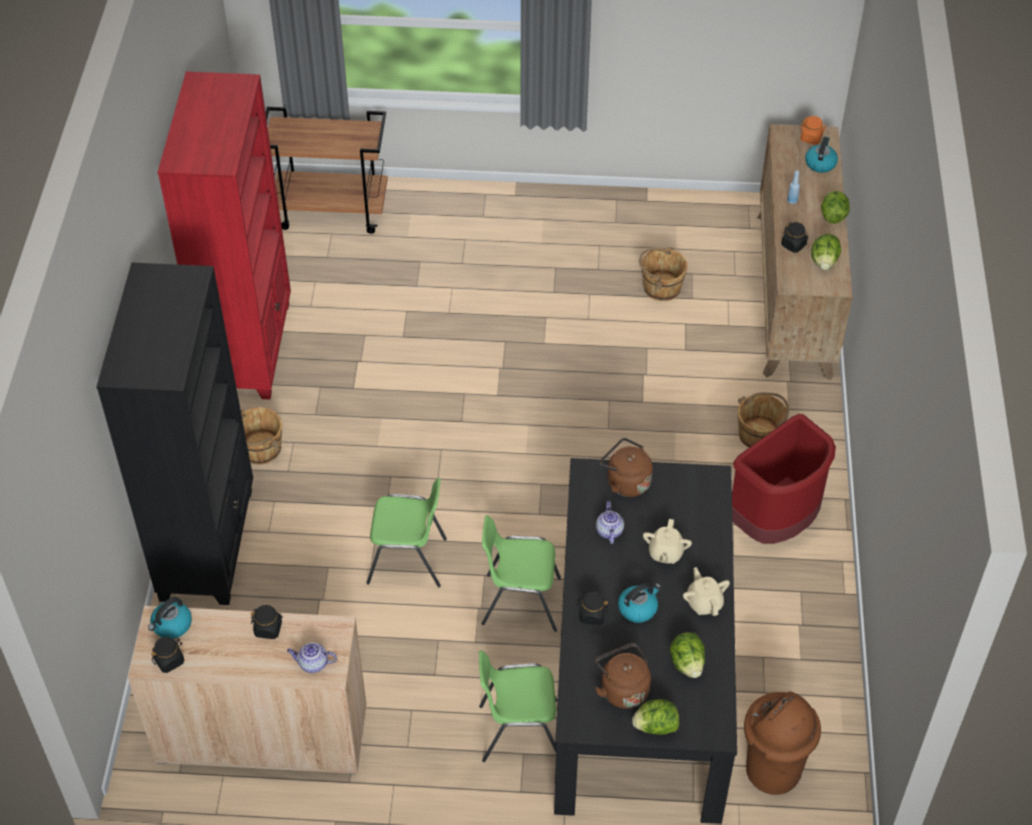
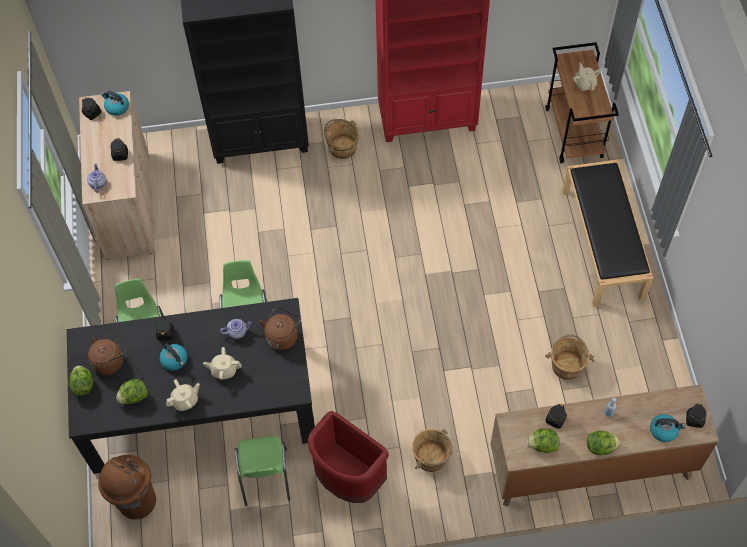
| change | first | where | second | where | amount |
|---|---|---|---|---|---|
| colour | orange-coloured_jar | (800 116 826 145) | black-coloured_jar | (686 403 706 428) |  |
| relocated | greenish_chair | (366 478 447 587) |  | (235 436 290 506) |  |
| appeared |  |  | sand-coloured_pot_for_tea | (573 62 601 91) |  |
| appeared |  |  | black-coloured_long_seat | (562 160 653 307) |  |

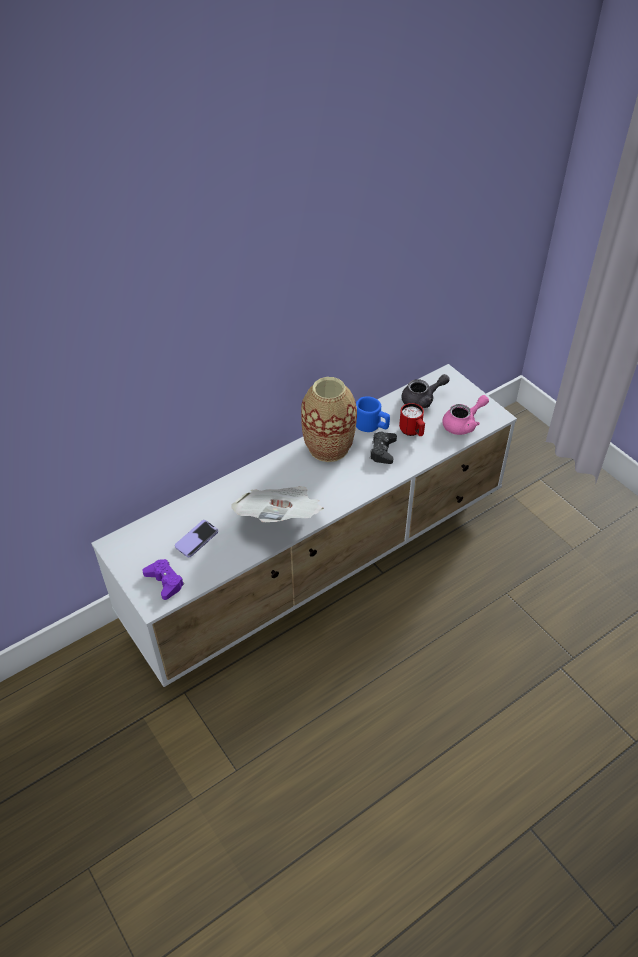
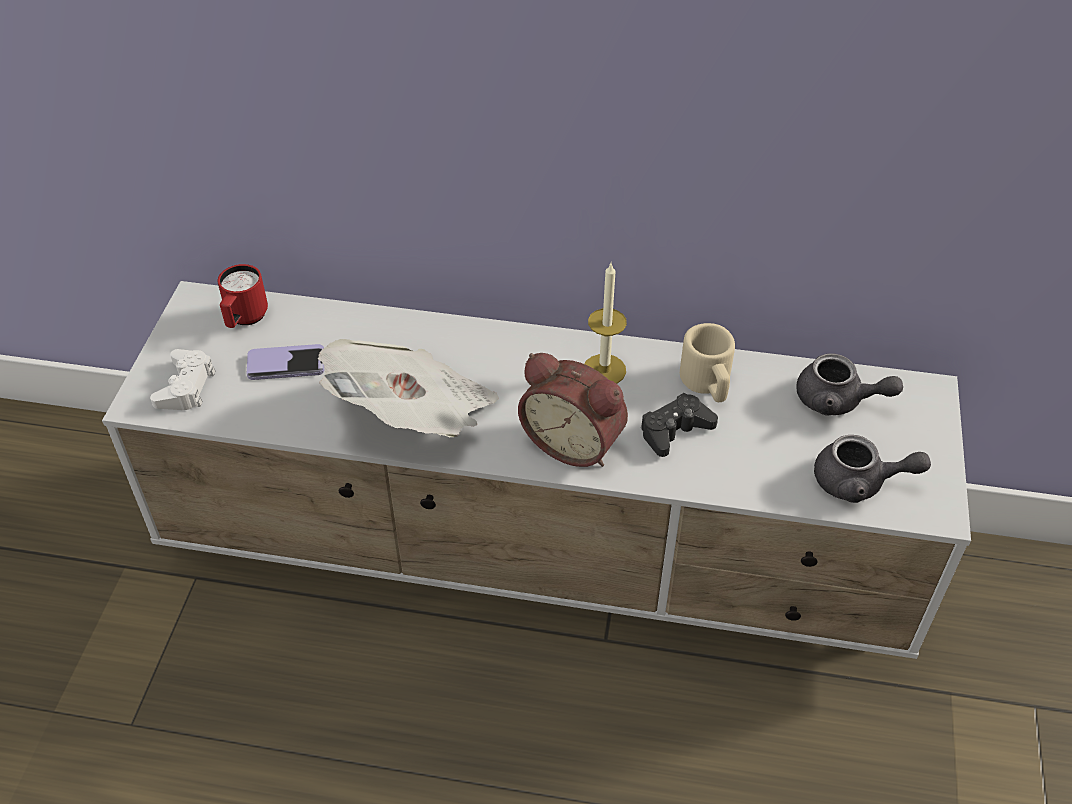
| change | first | where | second | where | amount |
|---|---|---|---|---|---|
| exchanged | decorative_vase | (301 377 357 462) | wax_candle | (584 263 627 384) |  |
| colour | pink_pot_for_tea | (442 395 489 435) | greyish_pot_for_tea | (814 435 931 503) |  |
| colour | bluish_mug | (356 396 390 432) | sand-coloured_mug | (680 323 735 402) |  |
| relocated | red_mug | (399 403 425 436) |  | (218 264 268 328) |  |
| colour | purplish_game_controller | (142 559 184 600) | white-coloured_game_controller | (150 349 216 410) |  |
| appeared |  |  | table_clock | (518 353 628 467) |  |

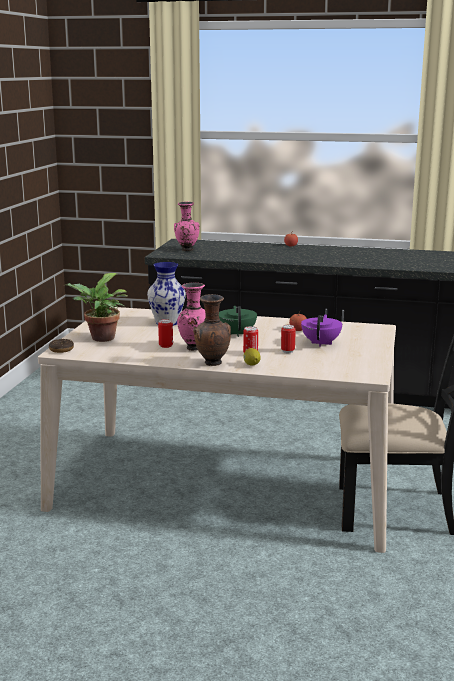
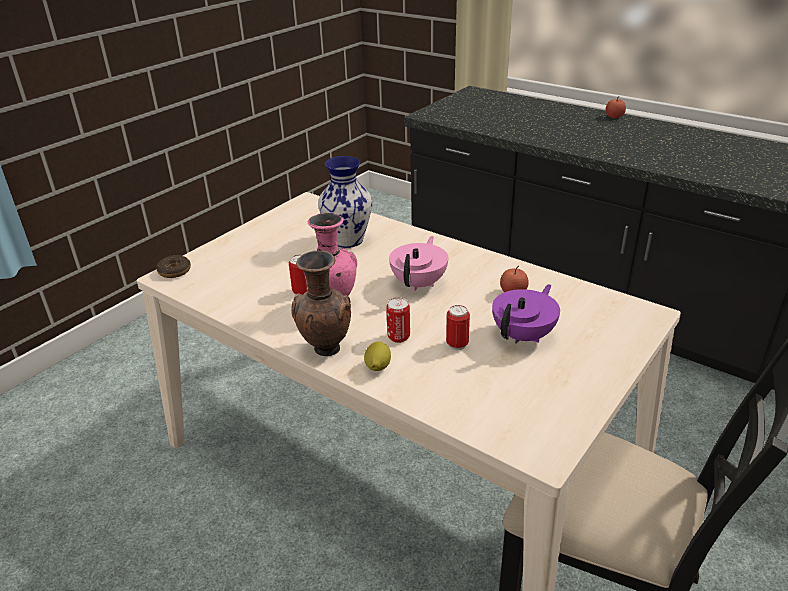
| change | first | where | second | where | amount |
|---|---|---|---|---|---|
| missing | pink_decorative_vase | (174 202 200 251) |  |  |  |
| missing | plant_in_a_pot | (63 273 128 342) |  |  |  |
| colour | greenish_pot_for_tea | (219 306 257 337) | pink_pot_for_tea | (389 236 448 291) |  |

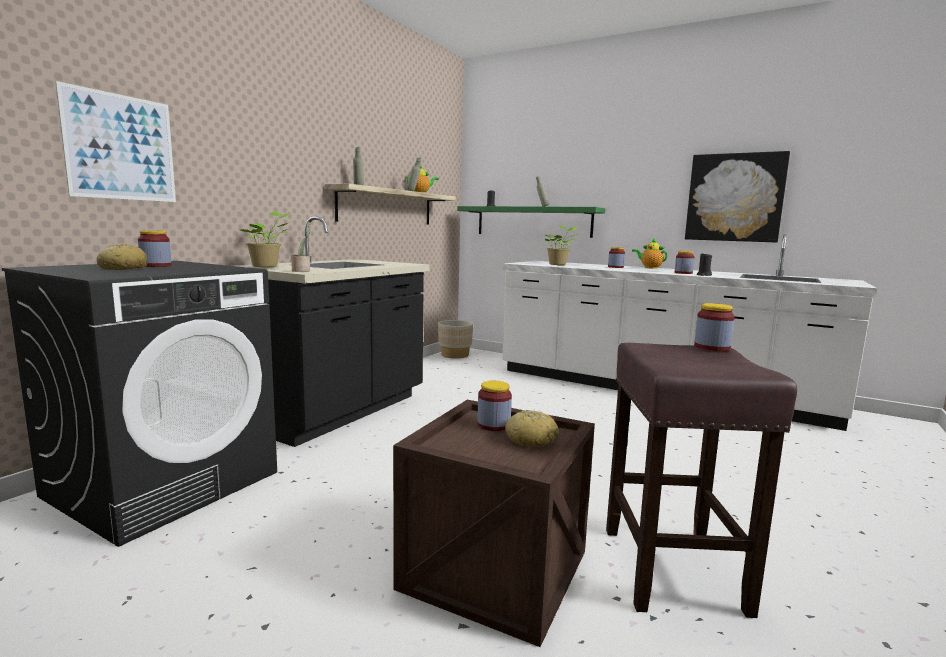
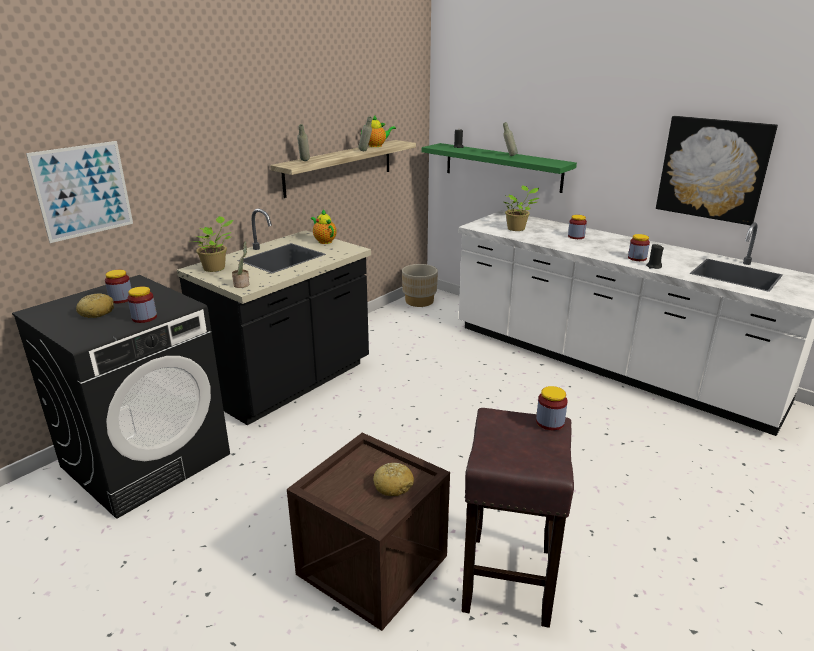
| change | first | where | second | where | amount |
|---|---|---|---|---|---|
| relocated | pot_for_tea | (632 238 668 269) |  | (311 209 337 244) |  |
| relocated | jar | (477 381 512 431) |  | (127 287 157 323) |  |

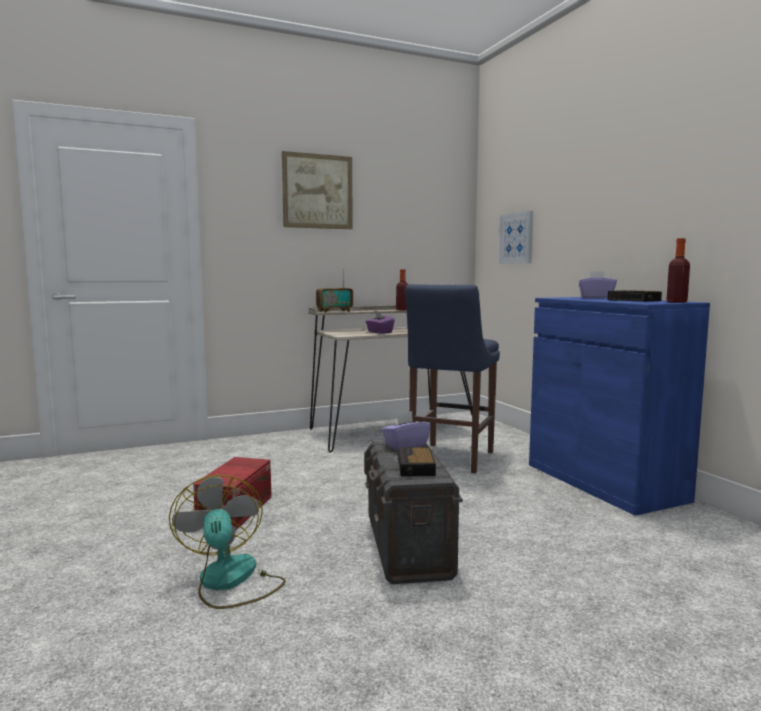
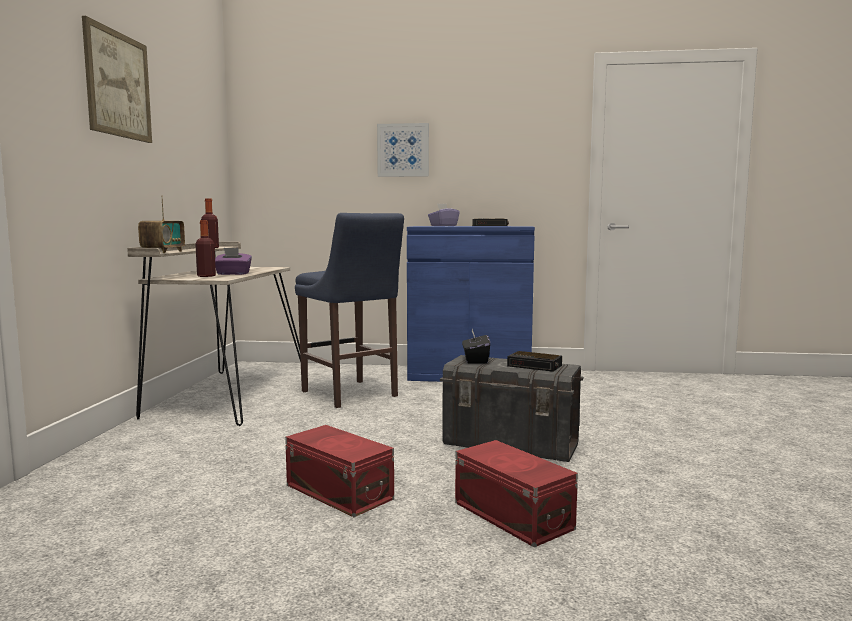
| change | first | where | second | where | amount |
|---|---|---|---|---|---|
| relocated | picture | (499 211 533 264) |  | (377 123 429 177) |  |
| relocated | bottle | (666 238 690 303) |  | (195 220 216 277) |  |
| colour | purplish_tissue_holder | (382 411 431 450) | black-coloured_tissue_holder | (462 329 490 363) |  |
| exchanged | cooling_fan | (169 475 286 609) | red_storage_bin | (455 440 578 547) |  |

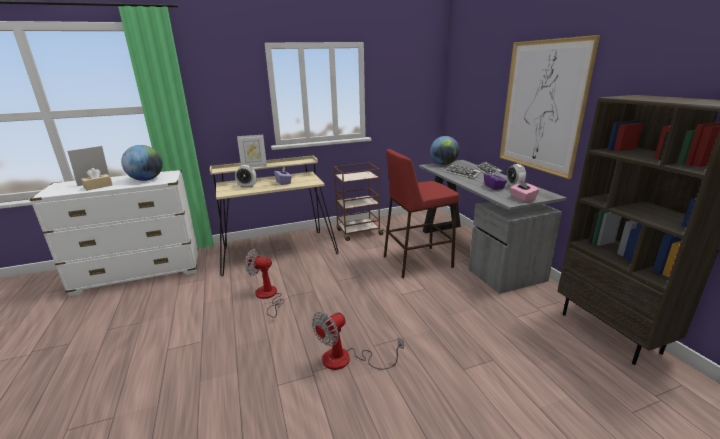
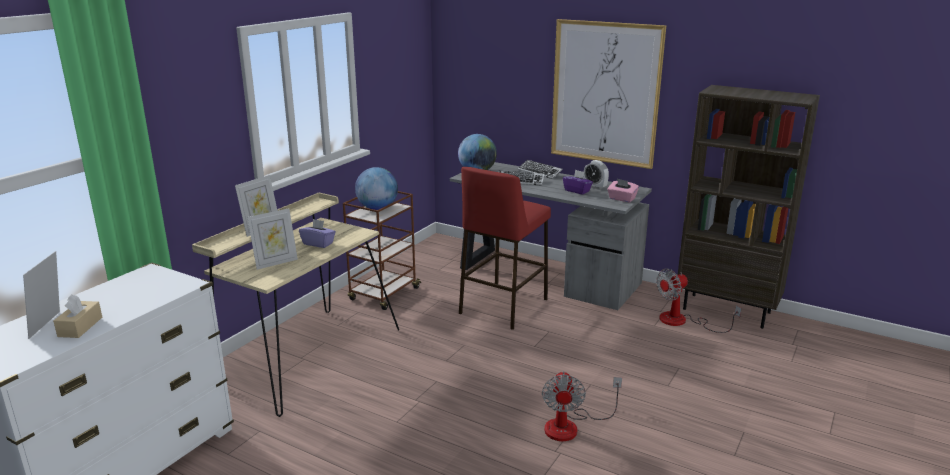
| change | first | where | second | where | amount |
|---|---|---|---|---|---|
| relocated | world_globe | (121 145 163 181) |  | (355 167 398 210) |  |
| exchanged | table_clock | (235 165 256 187) | standing_frame | (247 208 298 270) |  |
| relocated | cooling_fan | (245 249 284 318) |  | (656 269 742 333) |  |

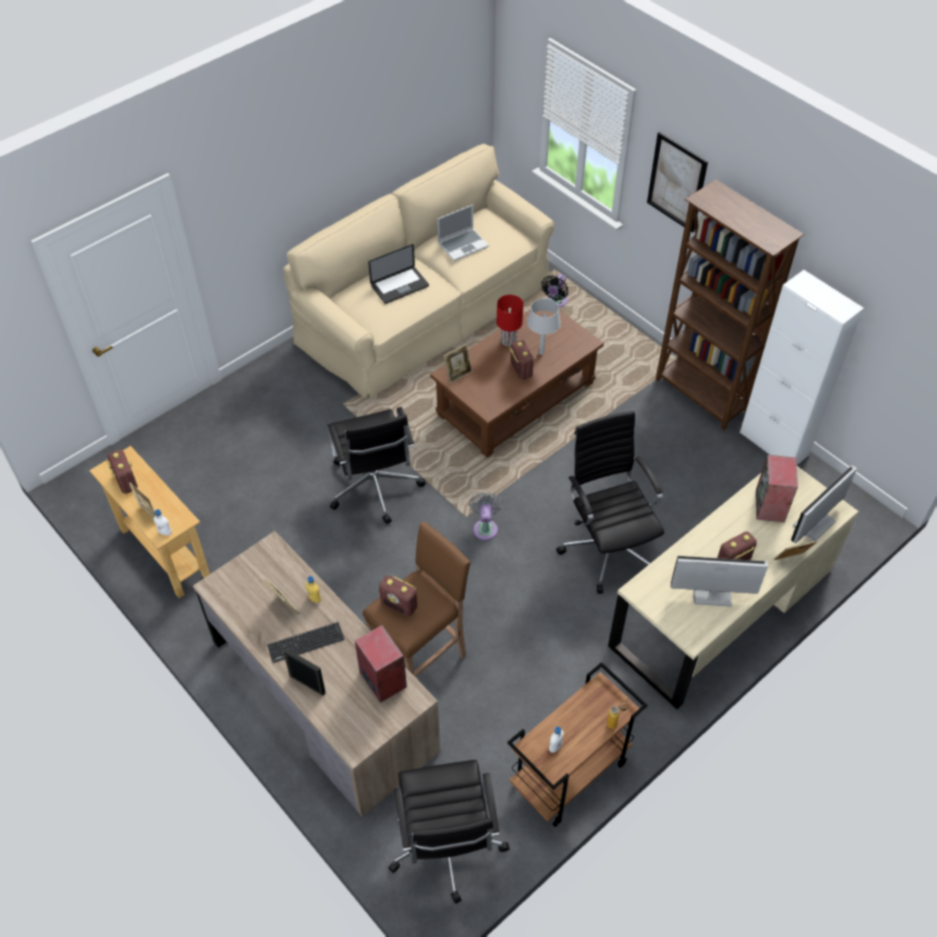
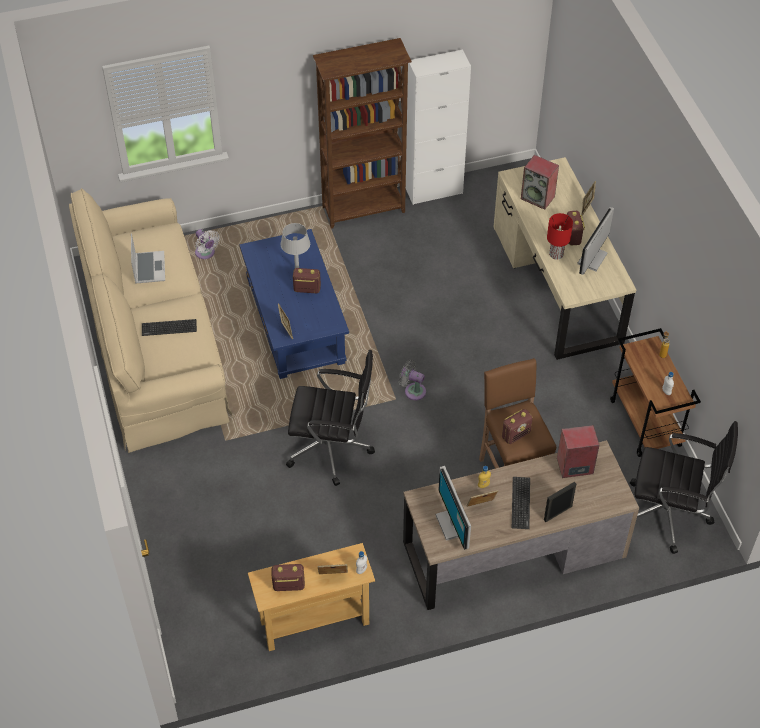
| change | first | where | second | where | amount |
|---|---|---|---|---|---|
| missing | picture | (647 132 708 233) |  |  |  |
| exchanged | laptop | (368 244 429 304) | PC_keyboard | (142 319 197 336) |  |
| colour | black-coloured_cooling_fan | (541 274 568 307) | white-coloured_cooling_fan | (195 229 220 259) |  |
| relocated | red_table_lamp | (497 295 523 346) |  | (547 213 573 260) |  |
| colour | brownish_low_table | (430 309 604 457) | bluish_low_table | (240 229 349 379) |  |
| missing | black-coloured_office_chair | (556 411 664 594) |  |  |  |
| relocated | computer_screen | (791 465 857 544) |  | (436 466 471 550) |  |

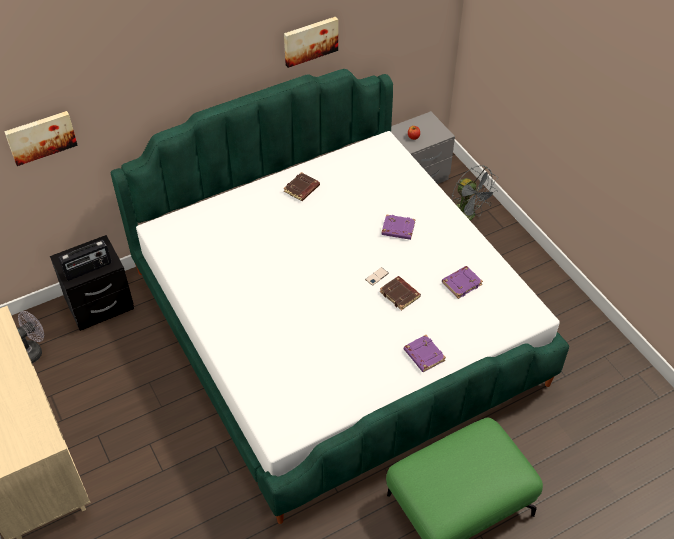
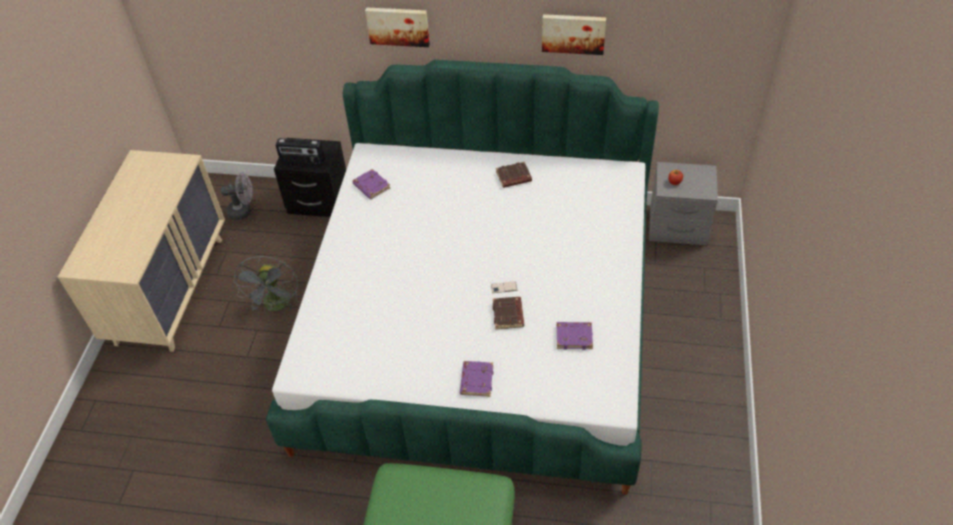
| change | first | where | second | where | amount |
|---|---|---|---|---|---|
| relocated | picture | (4 111 78 166) |  | (365 7 430 47) |  |
| relocated | greyish_cooling_fan | (452 165 498 220) |  | (233 256 299 311) |  |
| relocated | purplish_book | (382 214 416 240) |  | (352 169 390 199) |  |

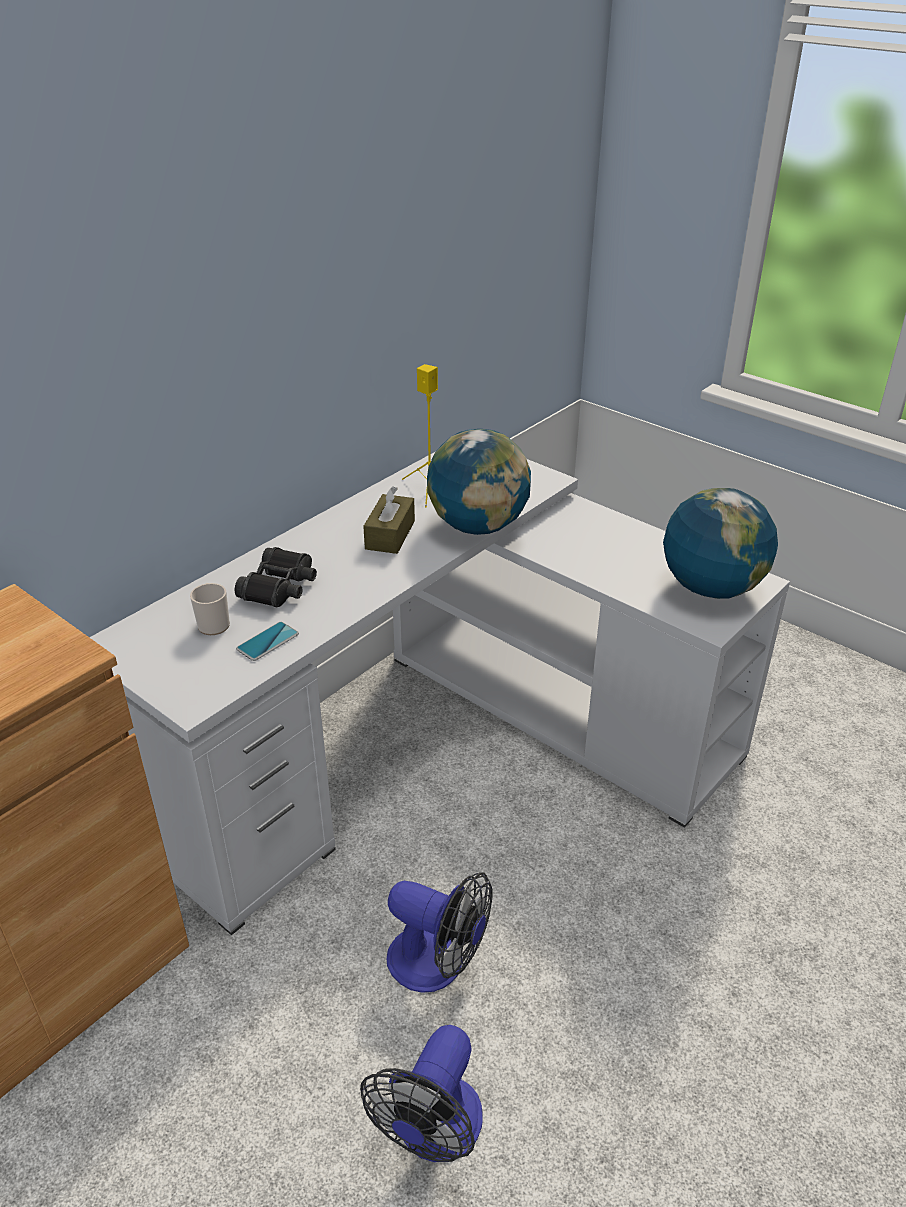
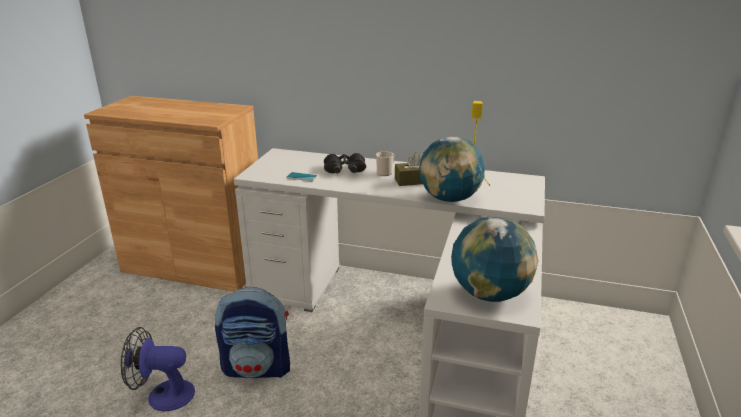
| change | first | where | second | where | amount |
|---|---|---|---|---|---|
| relocated | mug | (190 583 230 635) |  | (376 152 395 176) |  |
| exchanged | cooling_fan | (387 872 493 993) | rucksack | (215 287 290 378) |  |

